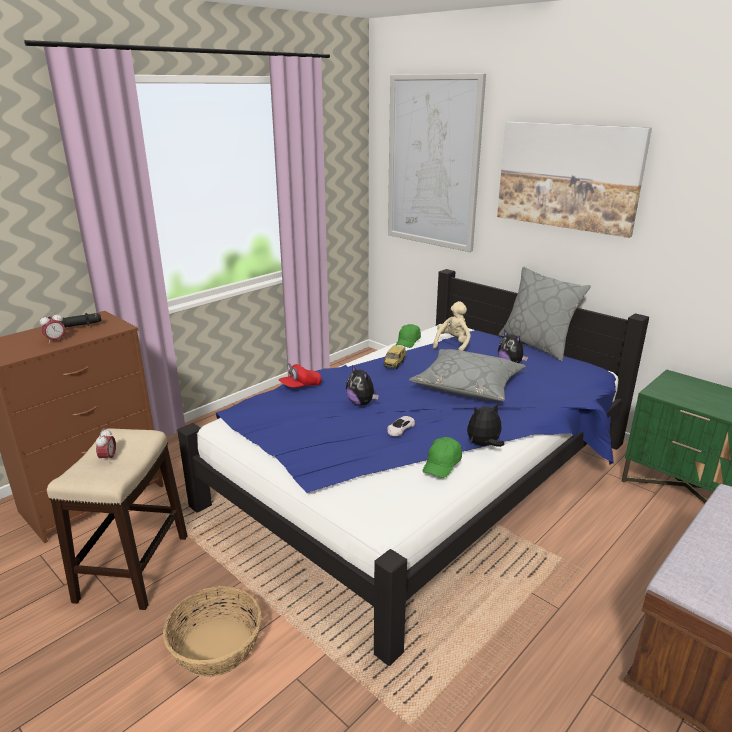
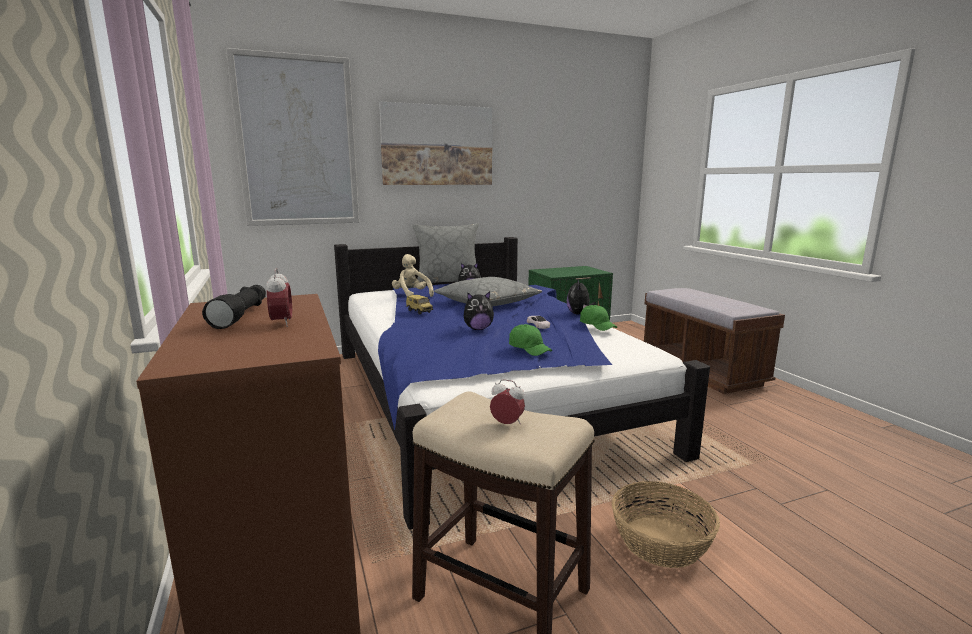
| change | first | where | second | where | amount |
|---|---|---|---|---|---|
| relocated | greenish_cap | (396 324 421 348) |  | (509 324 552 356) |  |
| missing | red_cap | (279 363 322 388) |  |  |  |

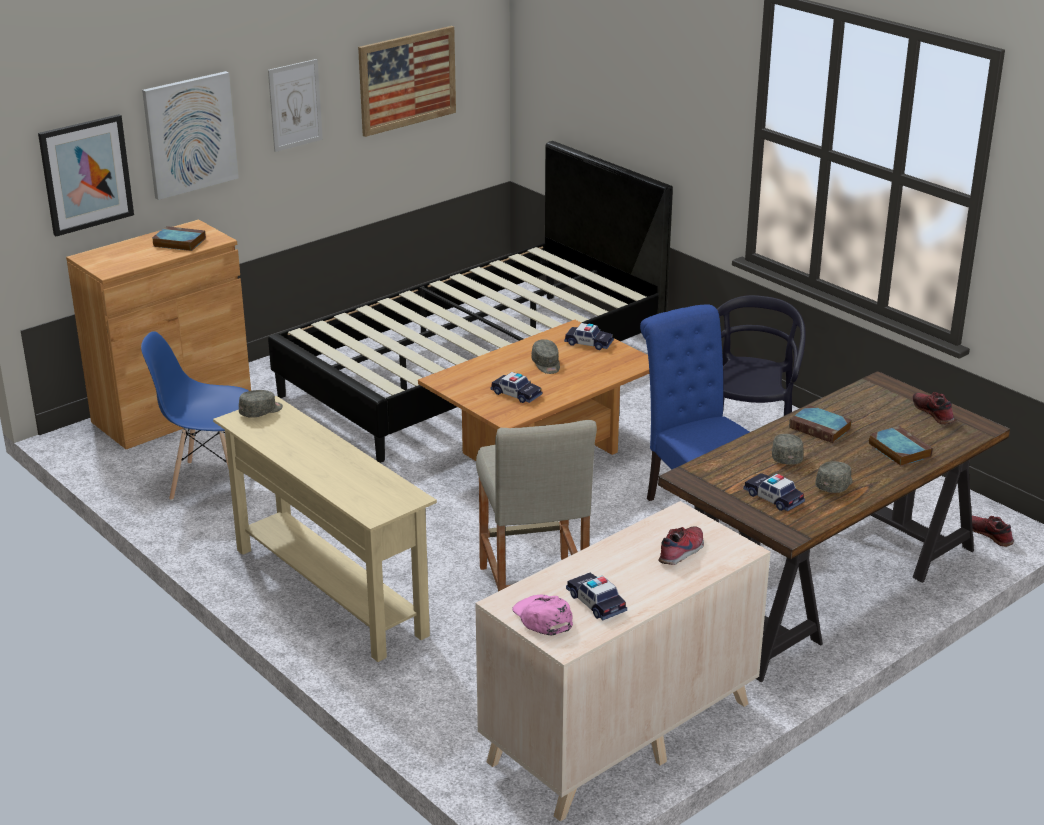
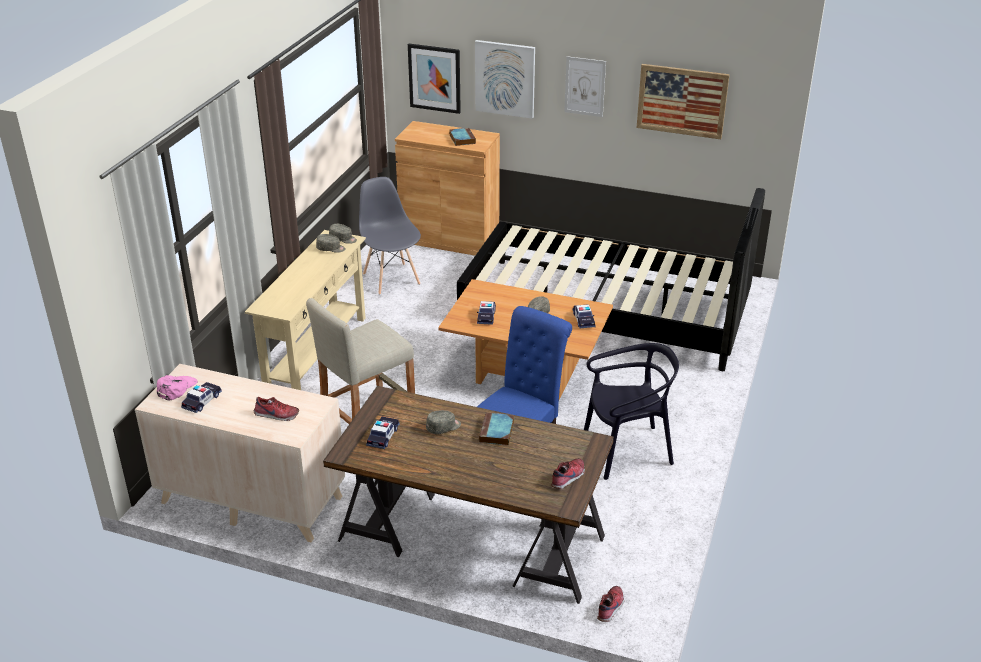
| change | first | where | second | where | amount |
|---|---|---|---|---|---|
| colour | bluish_chair | (141 331 249 501) | greyish_chair | (359 177 421 295) |  |
| missing | book | (868 426 933 466) |  |  |  |
| relocated | greyish_cap | (815 461 852 493) |  | (316 234 346 253) |  |

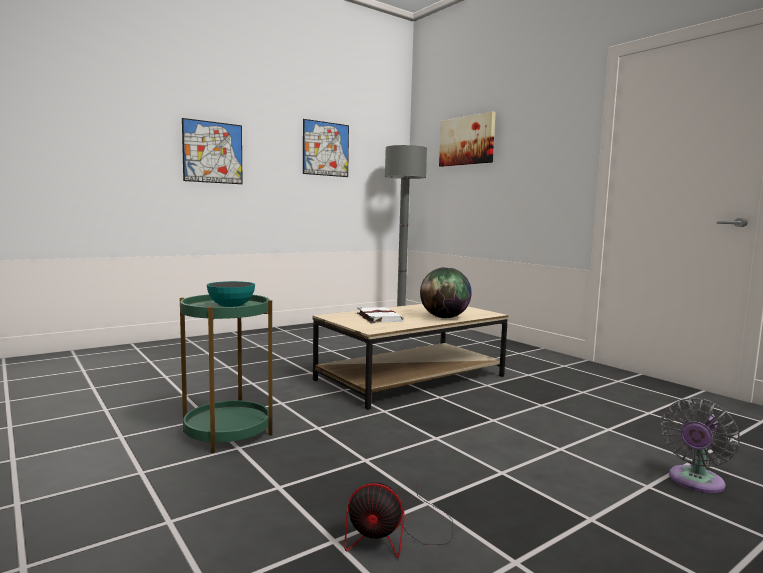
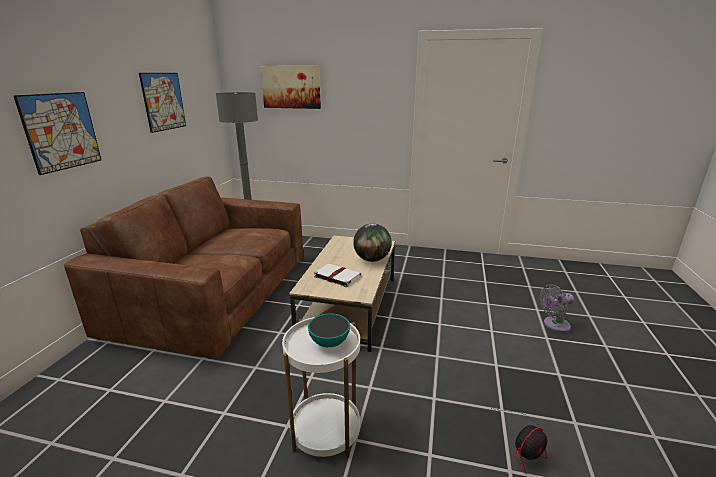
| change | first | where | second | where | amount |
|---|---|---|---|---|---|
| colour | greenish_end_table | (180 294 273 453) | white-coloured_end_table | (282 317 360 458) |  |
| spun | greyish_cooling_fan | (660 398 740 493) |  | (539 284 574 332) | 75 degrees clockwise |
| appeared |  |  | brownish_couch | (64 176 303 359) |  |

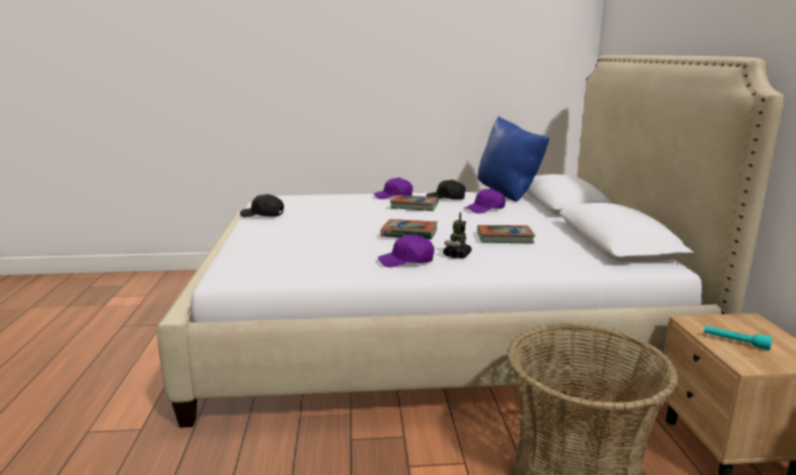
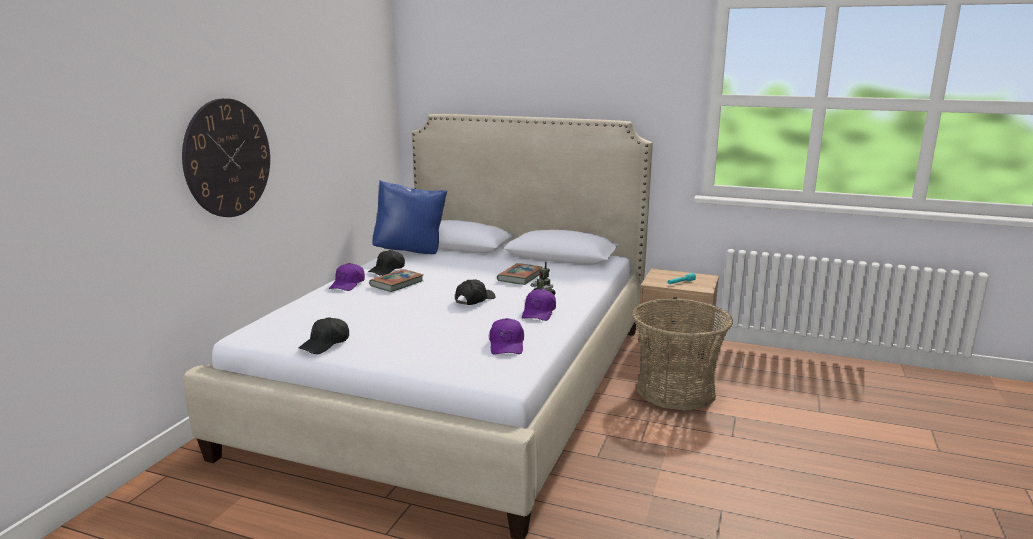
| change | first | where | second | where | amount |
|---|---|---|---|---|---|
| relocated | purplish_cap | (464 188 505 214) |  | (489 318 524 354) |  |
| exchanged | book | (380 219 437 240) | black-coloured_cap | (455 280 496 305) |  |
| appeared |  |  | wall_clock | (182 98 270 217) |  |

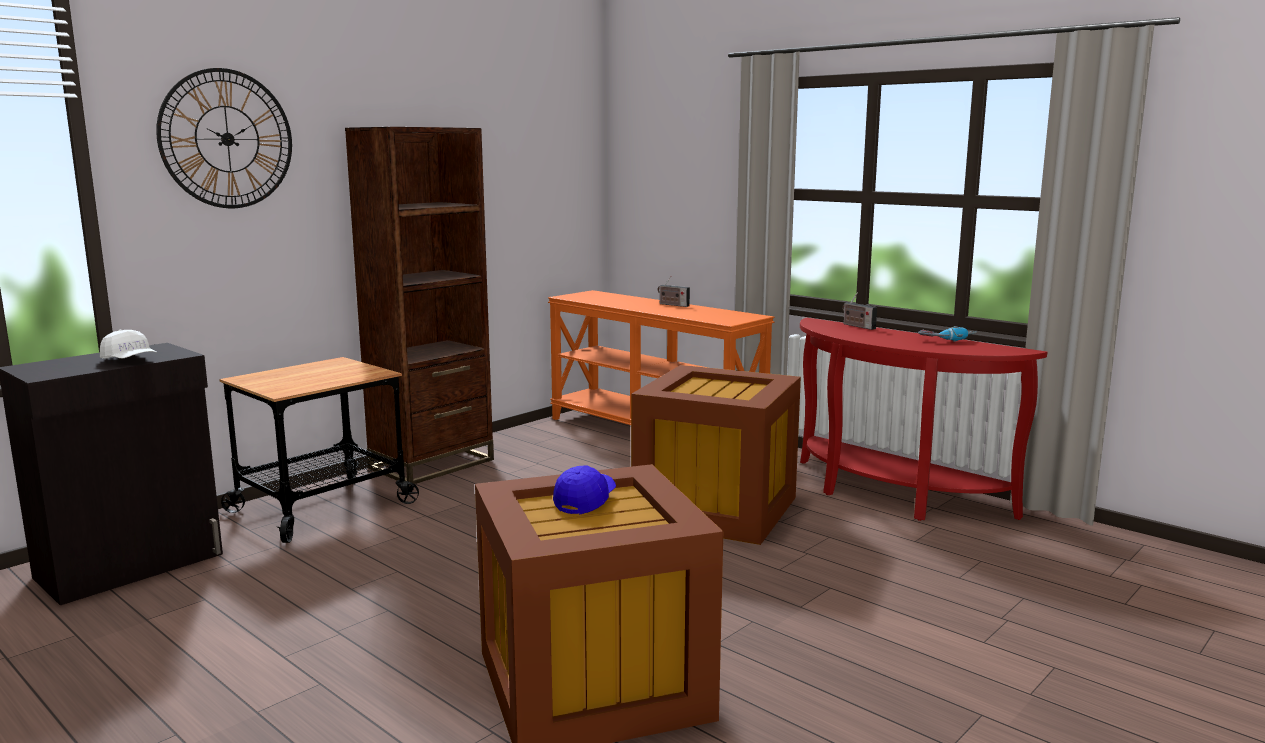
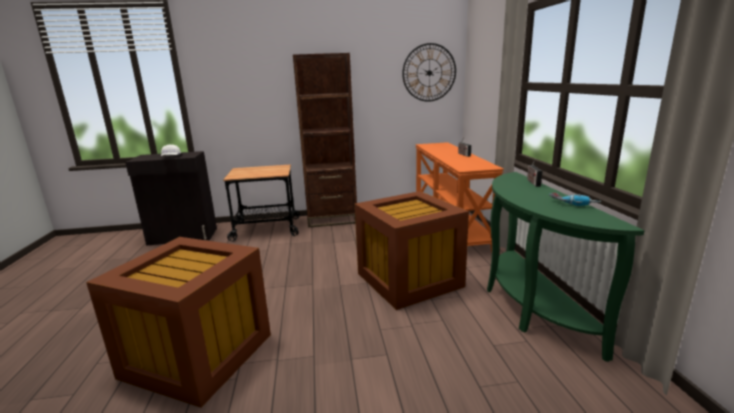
| change | first | where | second | where | amount |
|---|---|---|---|---|---|
| relocated | wall_clock | (156 68 292 208) |  | (402 43 456 102) |  |
| colour | red_hall_table | (800 318 1047 521) | greenish_hall_table | (487 172 645 362) |  |
| missing | bluish_cap | (553 465 616 515) |  |  |  |

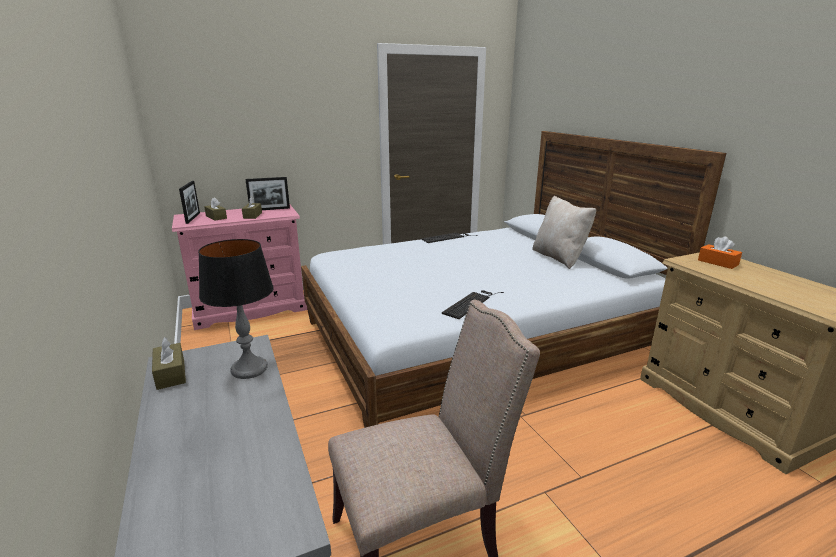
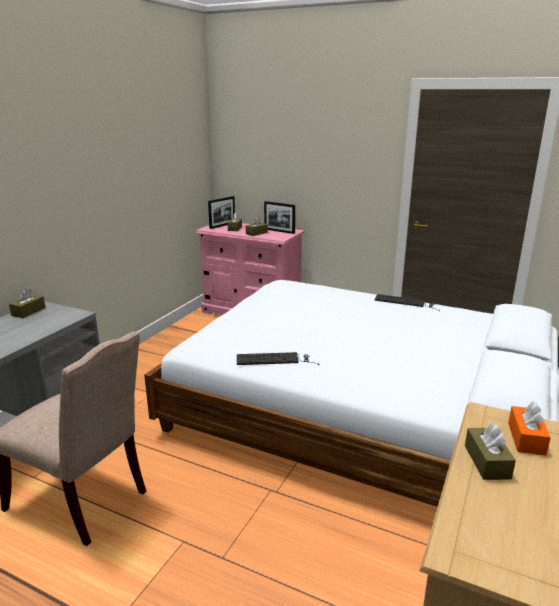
| change | first | where | second | where | amount |
|---|---|---|---|---|---|
| missing | sand-coloured_pillow | (532 196 596 269) |  |  |  |
| missing | table_lamp | (198 239 274 379) |  |  |  |
| appeared |  |  | brownish_tissue_holder | (465 422 516 480) |  |

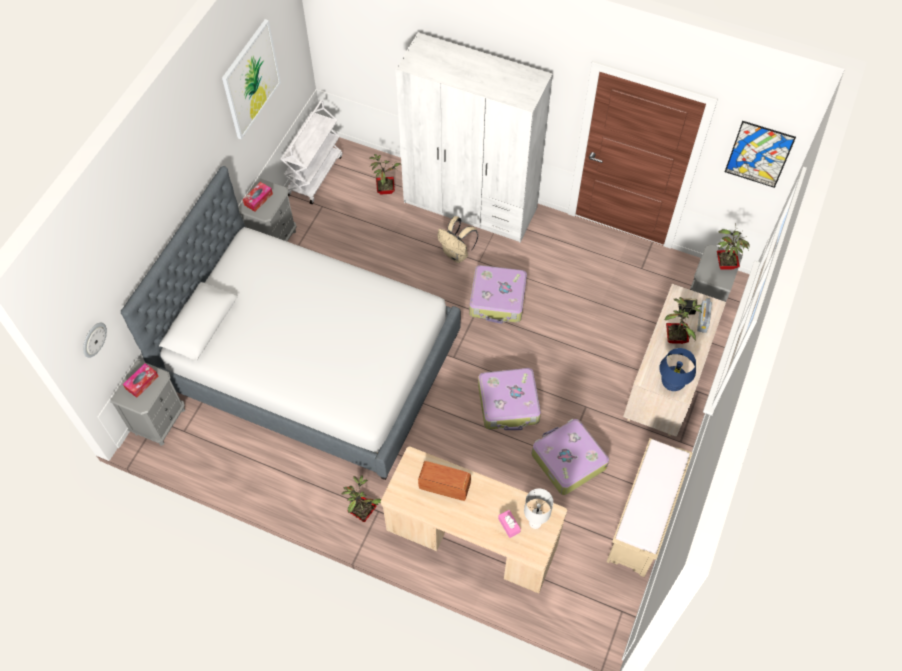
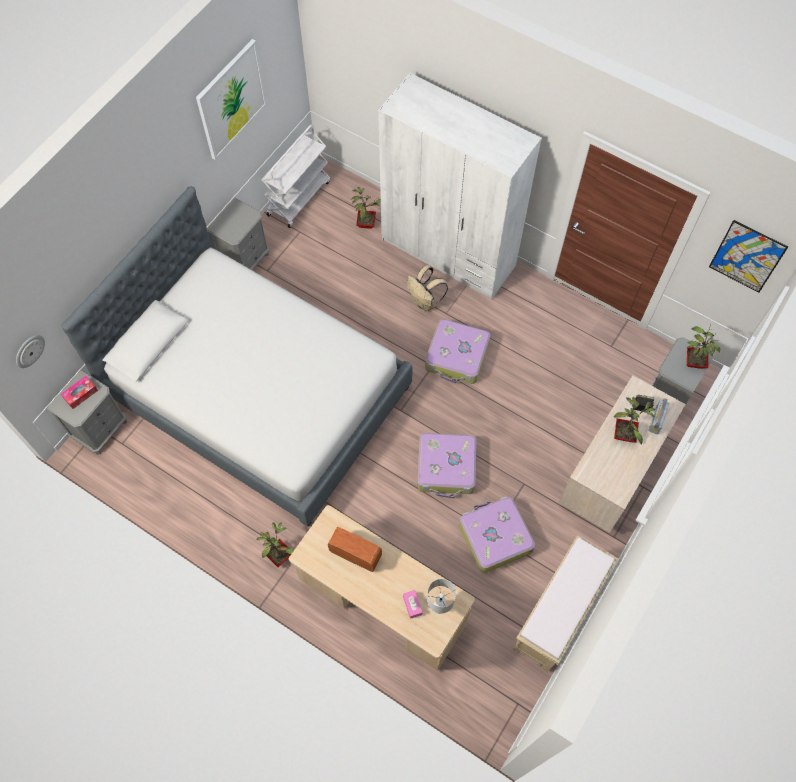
| change | first | where | second | where | amount |
|---|---|---|---|---|---|
| missing | tissue_holder | (243 182 273 211) |  |  |  |
| missing | bluish_table_lamp | (659 348 696 391) |  |  |  |

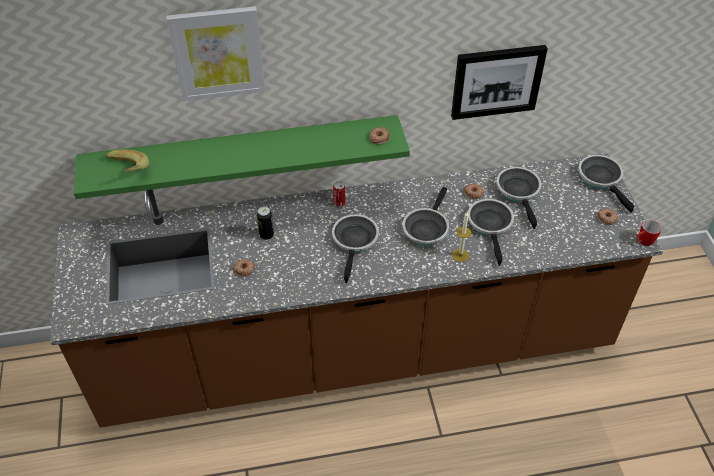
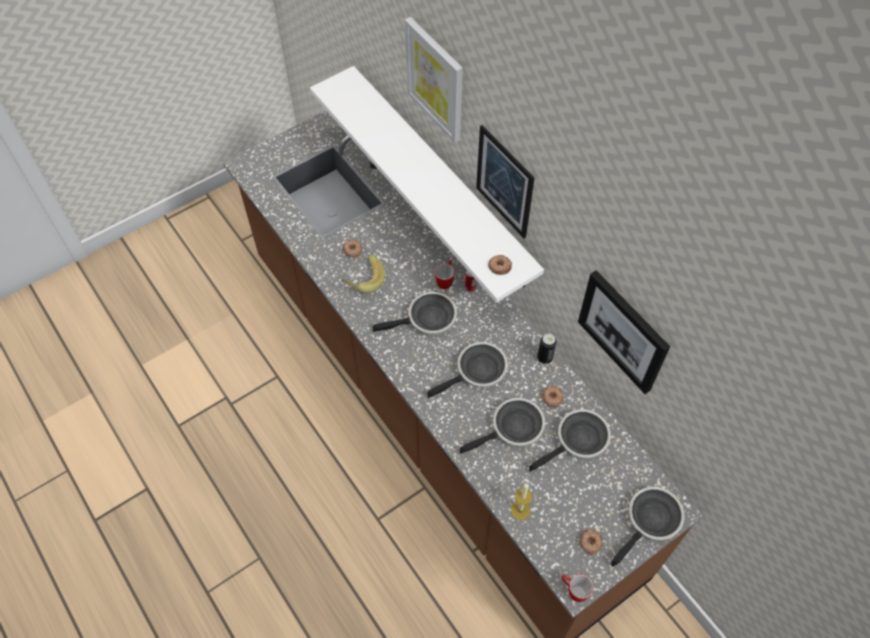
| change | first | where | second | where | amount |
|---|---|---|---|---|---|
| colour | greenish_wall_shelf | (74 115 410 199) | white-coloured_wall_shelf | (310 66 544 303) |  |
| relocated | whole_banana | (106 149 149 173) |  | (341 255 385 293) |  |
| spun | pan | (402 187 449 246) |  | (427 342 508 398) | 150 degrees clockwise |
| relocated | can | (257 207 274 240) |  | (537 334 556 364) |  |
| relocated | wax_candle | (452 212 472 262) |  | (511 483 532 520) |  |
| appeared |  |  | picture | (476 125 535 239) |  |
| appeared |  |  | mug | (435 260 454 289) |  |

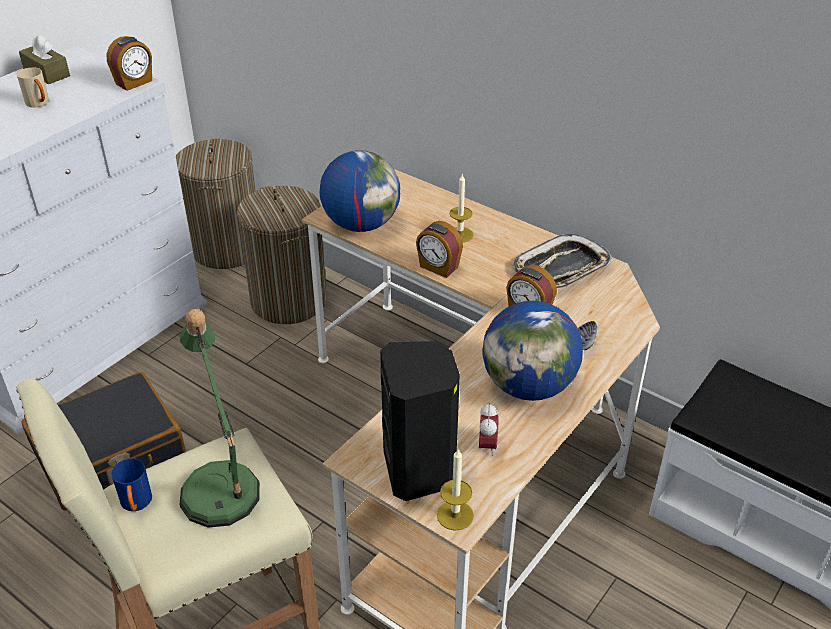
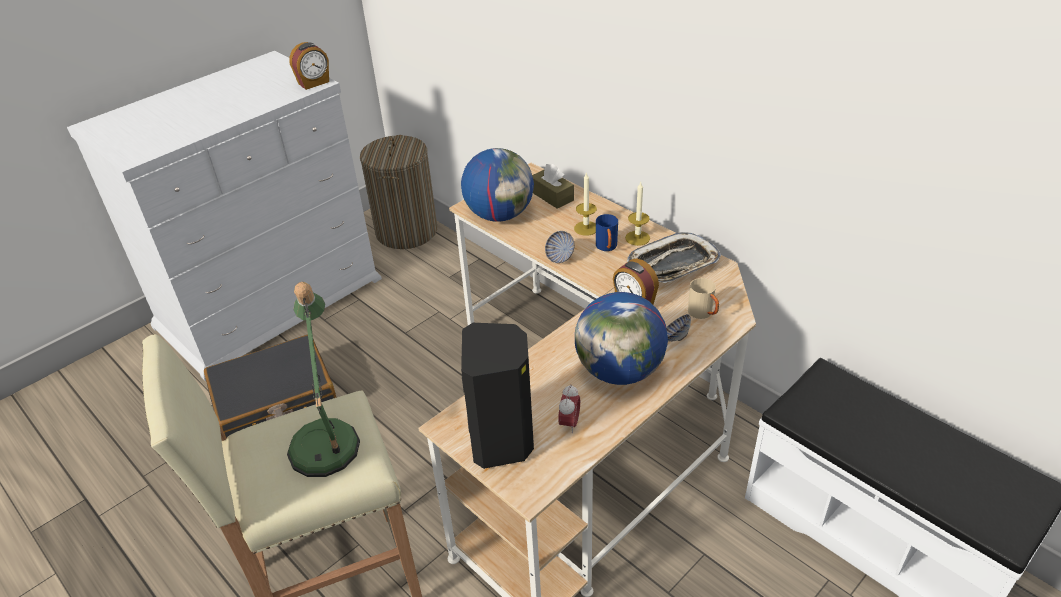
| change | first | where | second | where | amount |
|---|---|---|---|---|---|
| relocated | brownish_tissue_holder | (19 34 70 84) |  | (532 164 574 209) |  |
| relocated | sand-coloured_mug | (17 68 49 108) |  | (688 278 719 319) |  |
| missing | hamper | (237 186 327 324) |  |  |  |
| exchanged | table_clock | (416 221 463 278) | deep_dish | (545 231 575 263) |  |
| relocated | wax_candle | (437 449 474 531) |  | (625 182 650 246) |  |
| relocated | bluish_mug | (111 459 152 511) |  | (596 214 618 251) |  |

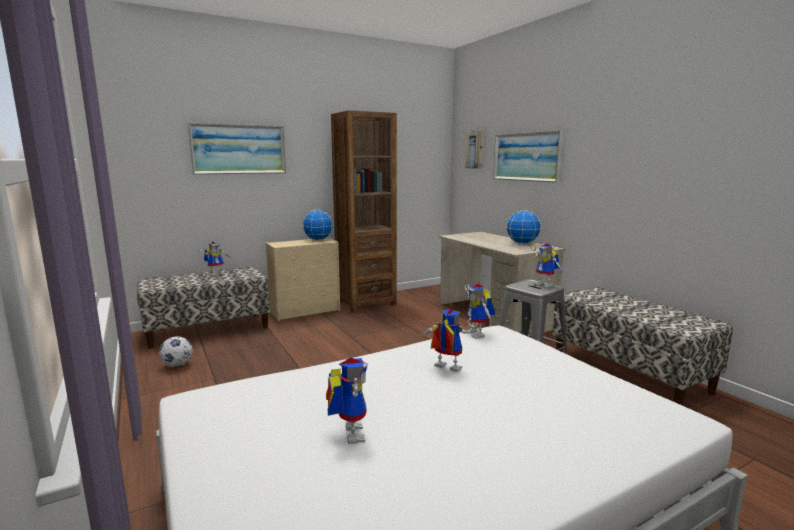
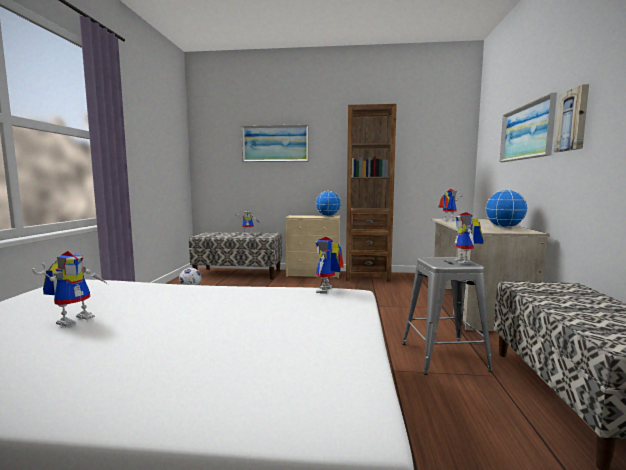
| change | first | where | second | where | amount |
|---|---|---|---|---|---|
| relocated | picture | (465 131 484 169) |  | (554 84 589 152) |  |
| relocated | robot_figure | (420 309 478 372) |  | (439 189 463 221) |  |

